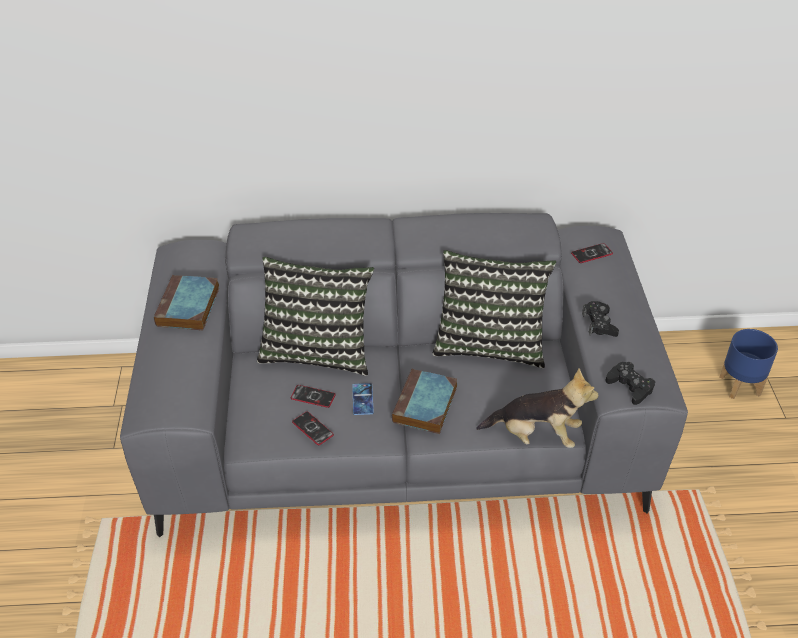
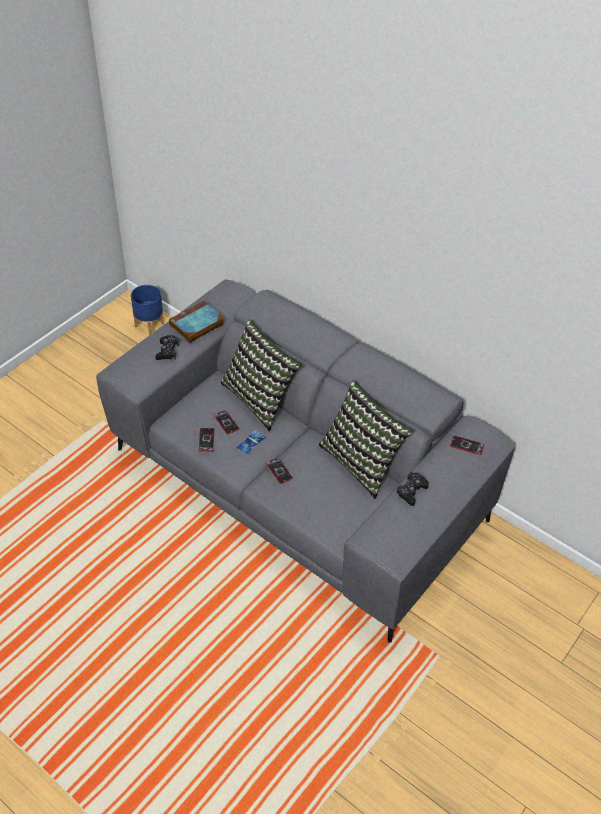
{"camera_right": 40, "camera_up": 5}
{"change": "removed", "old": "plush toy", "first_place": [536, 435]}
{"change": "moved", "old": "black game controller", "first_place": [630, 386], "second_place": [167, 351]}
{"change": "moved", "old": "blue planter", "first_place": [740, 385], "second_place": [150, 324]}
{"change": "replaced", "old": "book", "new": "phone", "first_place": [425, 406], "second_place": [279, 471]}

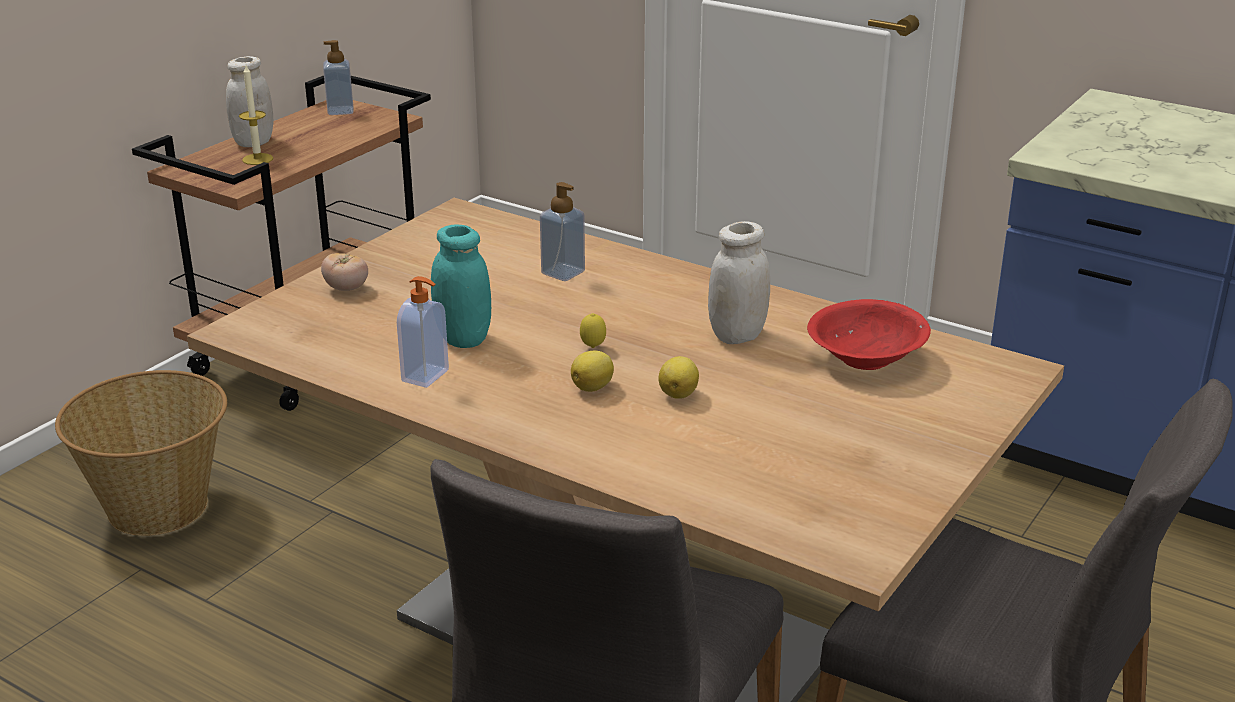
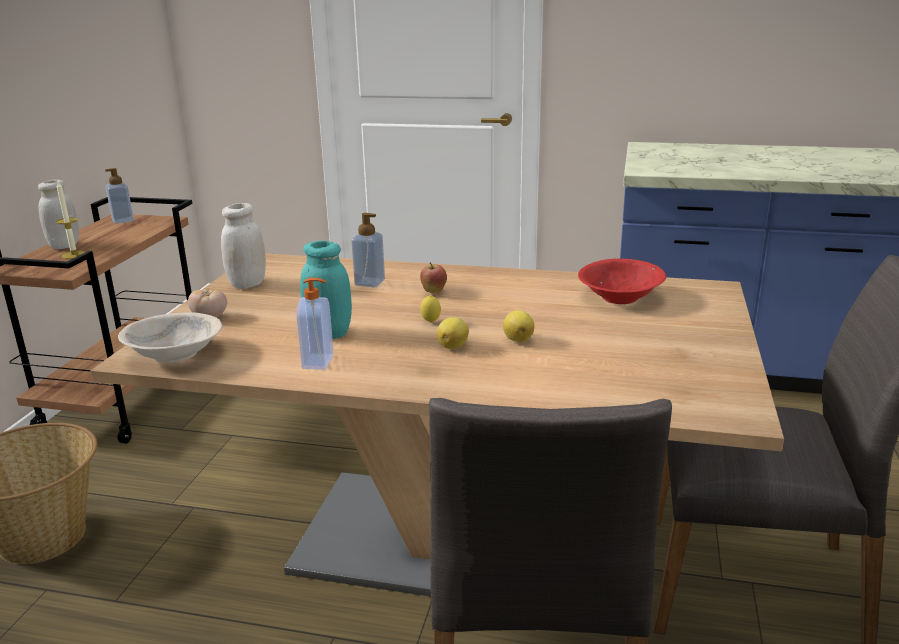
{"camera_right": -20, "camera_up": -5}
{"change": "added", "new": "beige bowl", "second_place": [174, 355]}
{"change": "added", "new": "apple", "second_place": [433, 292]}
{"change": "moved", "old": "white jar", "first_place": [737, 335], "second_place": [247, 284]}

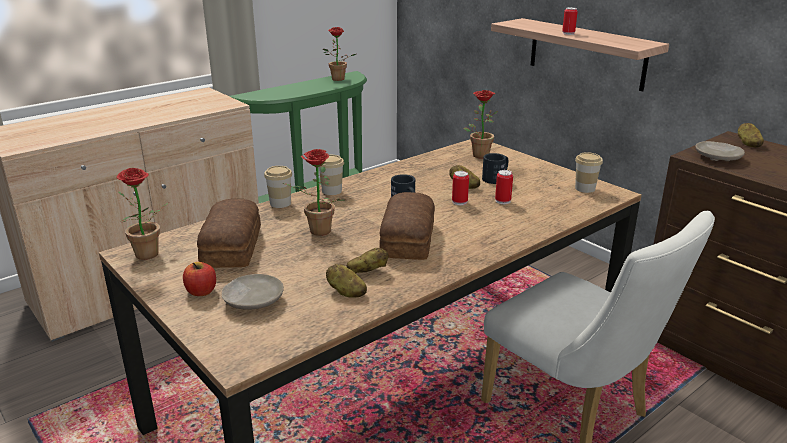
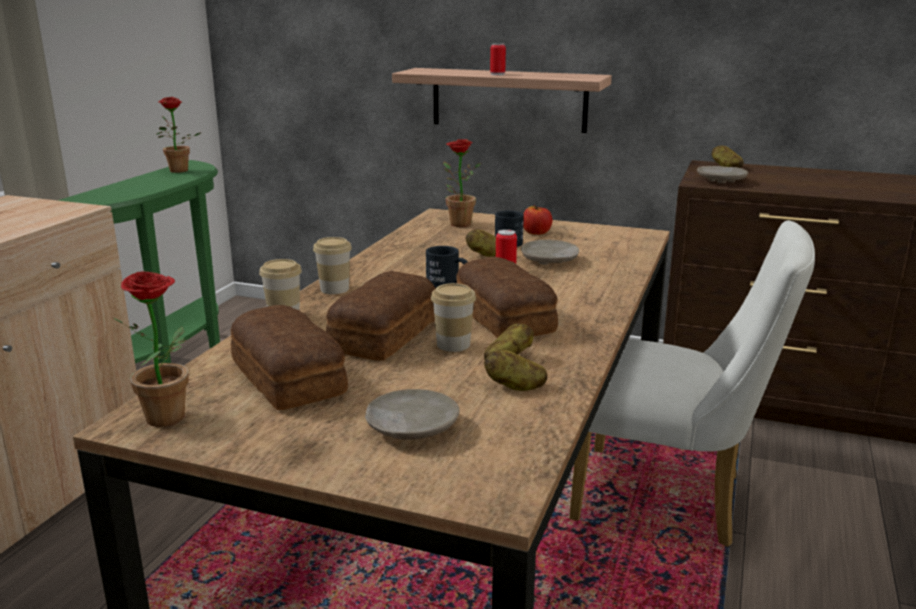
{"camera_right": -30, "camera_up": -5}
{"change": "moved", "old": "apple", "first_place": [201, 291], "second_place": [536, 233]}
{"change": "moved", "old": "cup", "first_place": [585, 188], "second_place": [453, 344]}
{"change": "replaced", "old": "potted plant", "new": "bread", "first_place": [316, 232], "second_place": [381, 335]}
{"change": "replaced", "old": "can", "new": "beige plate", "first_place": [503, 201], "second_place": [549, 261]}

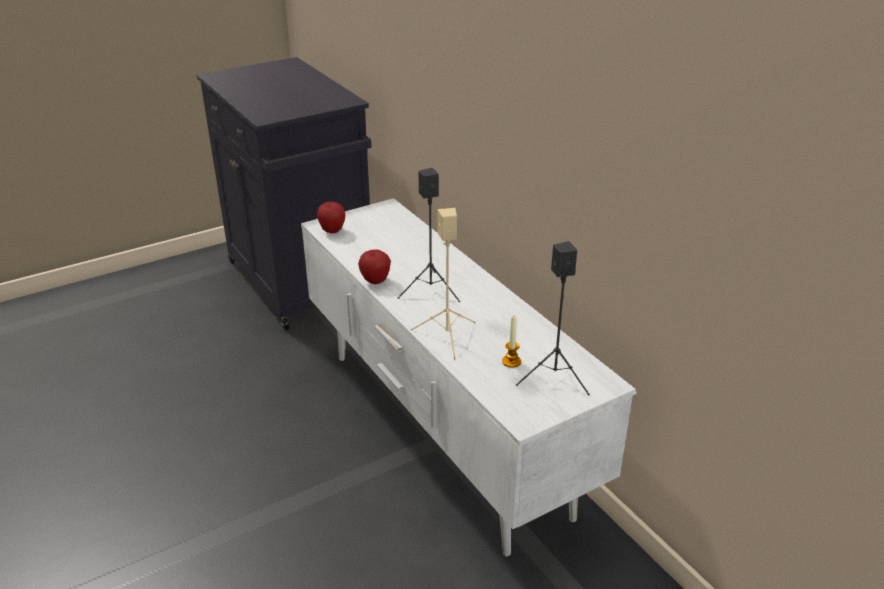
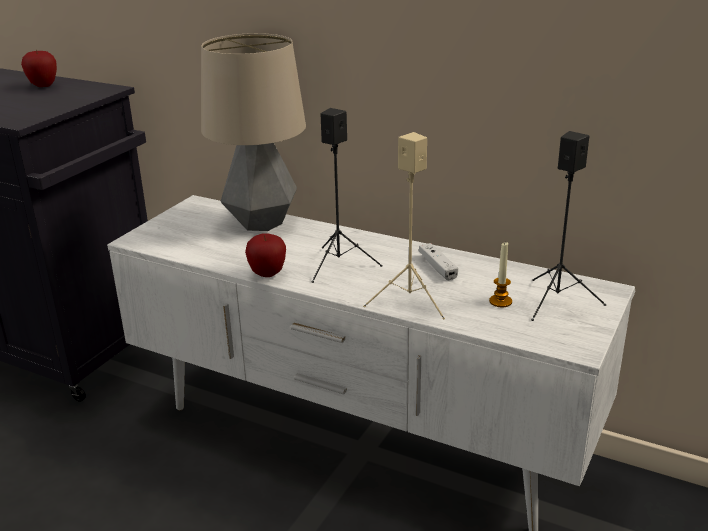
{"camera_right": -30, "camera_up": -5}
{"change": "added", "new": "table lamp", "second_place": [261, 223]}
{"change": "added", "new": "white game controller", "second_place": [437, 267]}
{"change": "moved", "old": "apple", "first_place": [332, 231], "second_place": [43, 86]}

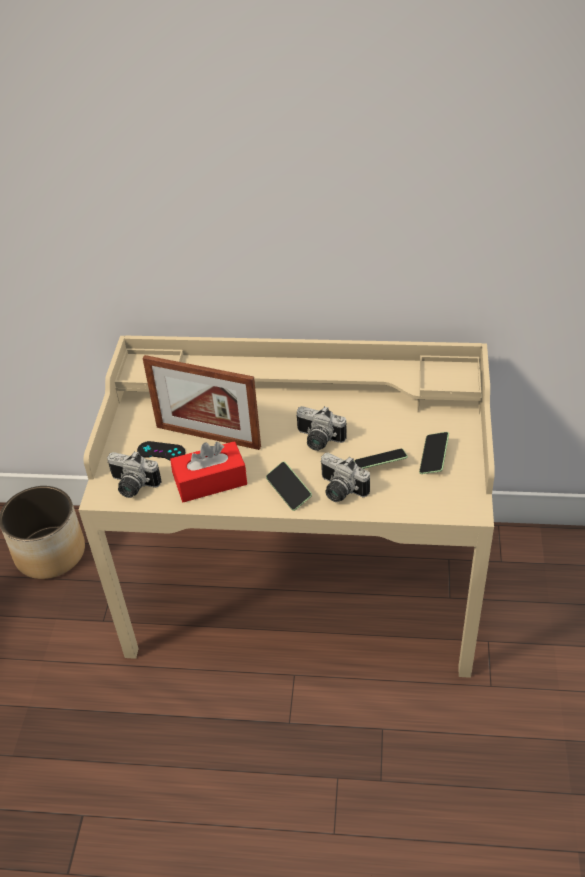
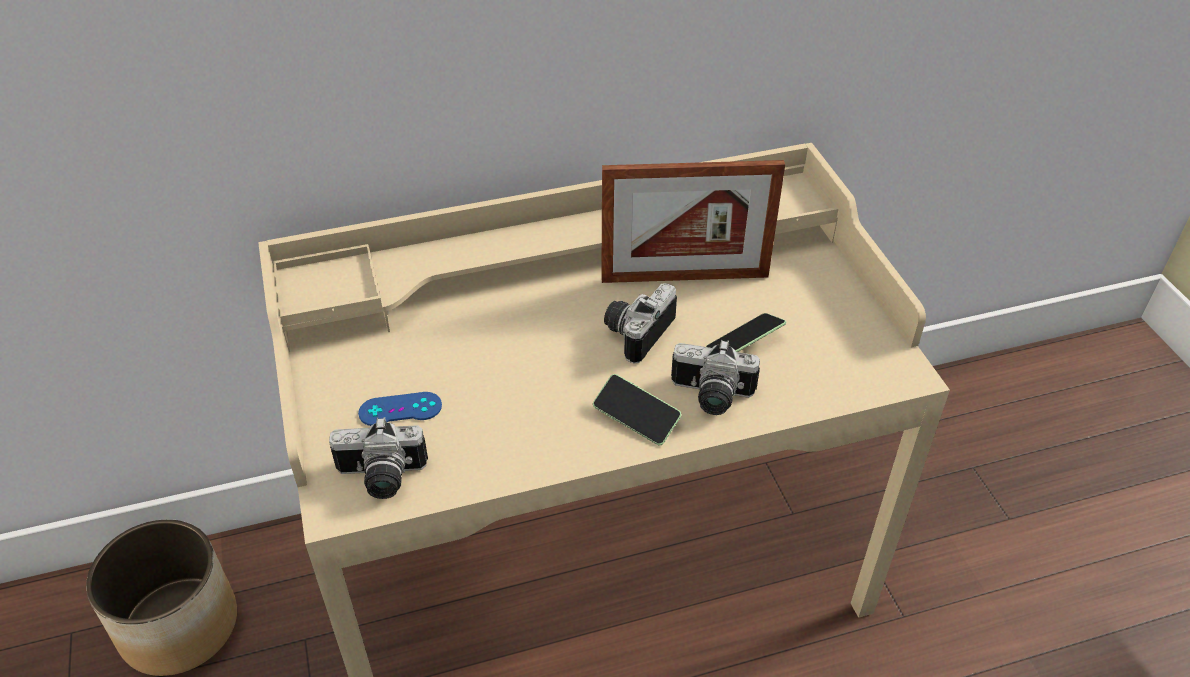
{"camera_right": -25, "camera_up": 0}
{"change": "removed", "old": "red tissue box", "first_place": [210, 481]}
{"change": "removed", "old": "phone", "first_place": [433, 458]}
{"change": "moved", "old": "picture frame", "first_place": [208, 437], "second_place": [684, 277]}
{"change": "recoloured", "old": "black game controller", "new": "blue game controller", "first_place": [161, 451], "second_place": [400, 409]}
{"change": "turned", "old": "photo camera", "first_place": [318, 440], "second_place": [635, 332], "degrees": 120}

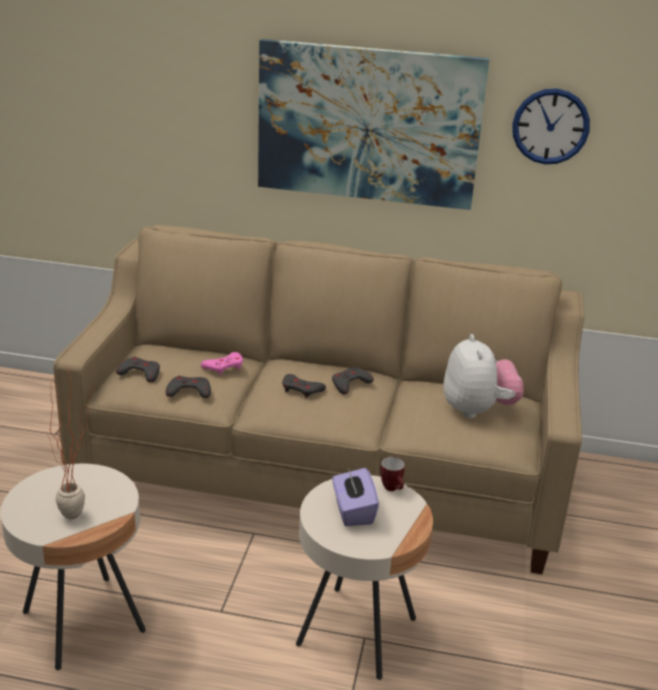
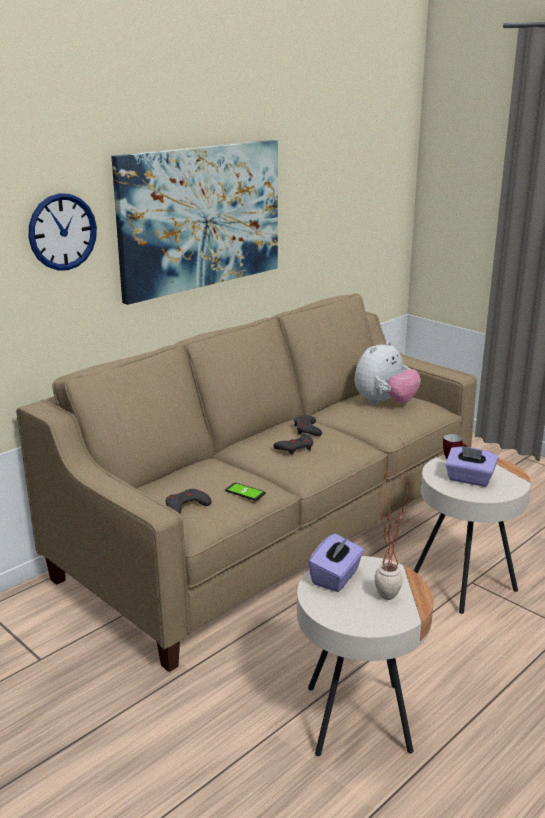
{"camera_right": -55, "camera_up": -5}
{"change": "removed", "old": "pink game controller", "first_place": [224, 367]}
{"change": "added", "new": "purple tissue box", "second_place": [336, 577]}
{"change": "moved", "old": "wall clock", "first_place": [550, 126], "second_place": [62, 232]}
{"change": "replaced", "old": "grey game controller", "new": "phone", "first_place": [189, 391], "second_place": [245, 492]}
{"change": "turned", "old": "plush toy", "first_place": [477, 410], "second_place": [384, 403], "degrees": 105}

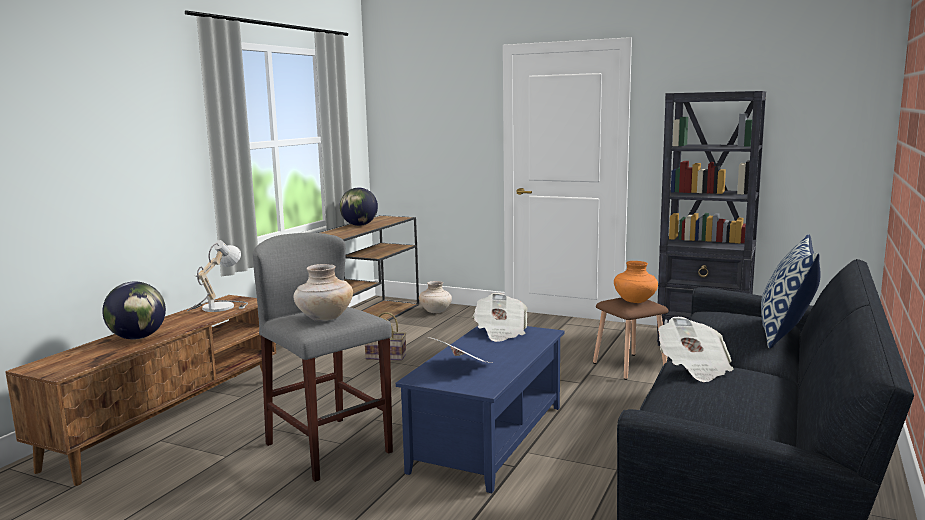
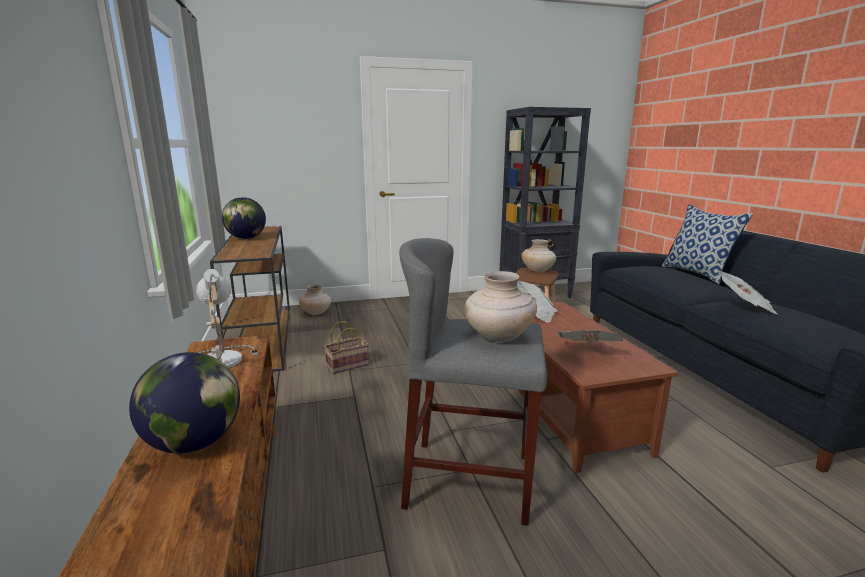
{"camera_right": -40, "camera_up": 5}
{"change": "recoloured", "old": "blue coffee table", "new": "brown coffee table", "first_place": [490, 438], "second_place": [565, 409]}
{"change": "recoloured", "old": "orange vase", "new": "beige vase", "first_place": [635, 301], "second_place": [538, 270]}

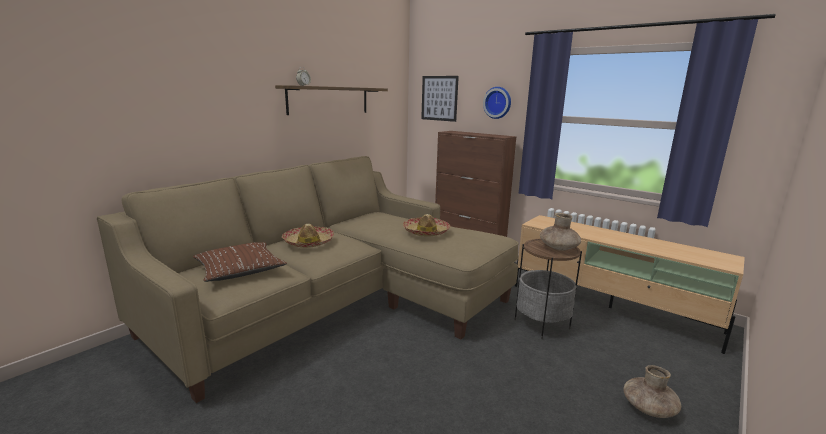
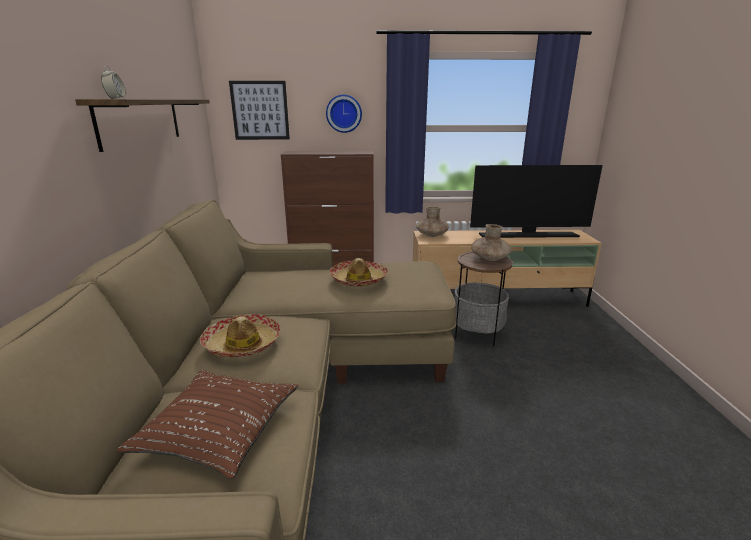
{"camera_right": -40, "camera_up": 5}
{"change": "added", "new": "television", "second_place": [528, 235]}
{"change": "moved", "old": "brown vase", "first_place": [648, 408], "second_place": [431, 235]}

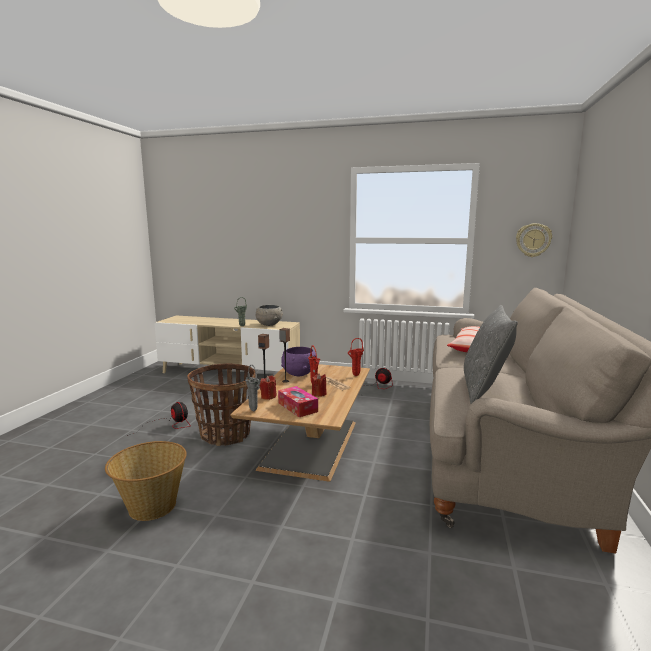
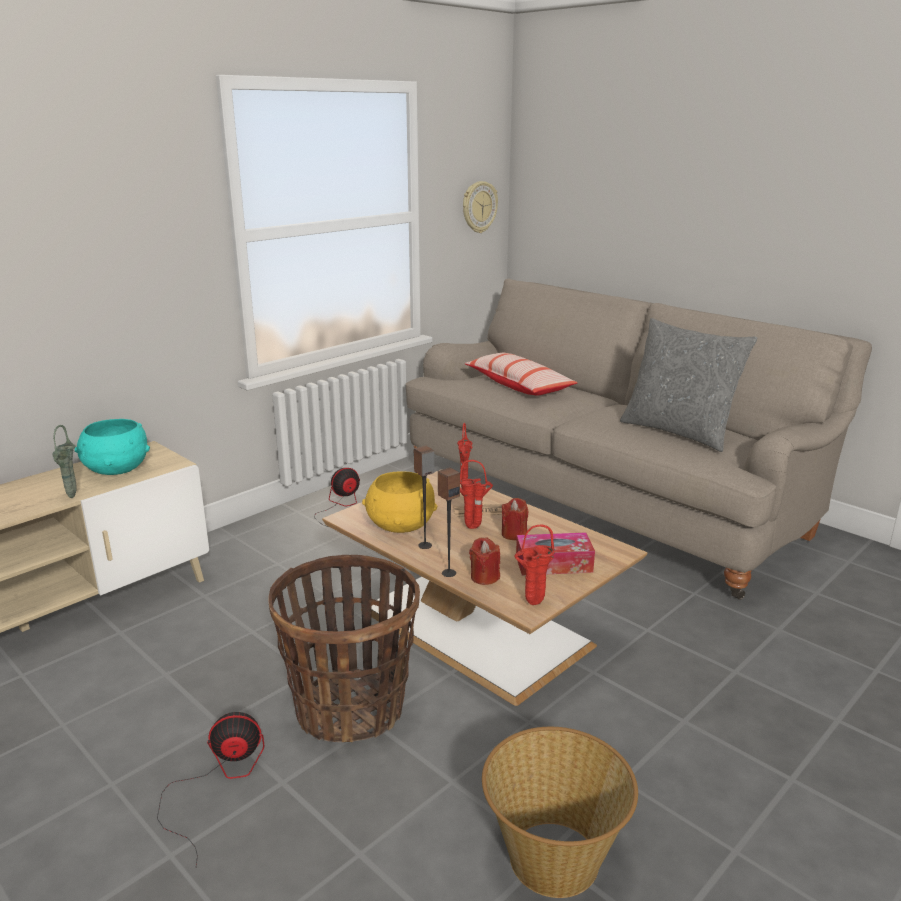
{"camera_right": -60, "camera_up": 10}
{"change": "recoloured", "old": "grey vase", "new": "red vase", "first_place": [252, 410], "second_place": [532, 604]}
{"change": "recoloured", "old": "grey bowl", "new": "turquoise bowl", "first_place": [269, 324], "second_place": [117, 469]}
{"change": "recoloured", "old": "purple bowl", "new": "yellow bowl", "first_place": [299, 373], "second_place": [401, 525]}

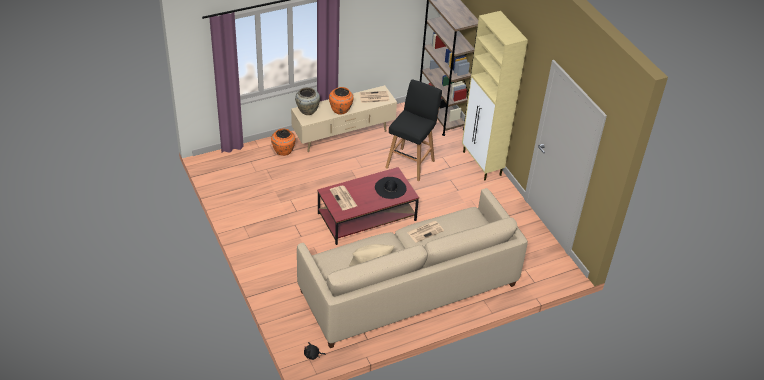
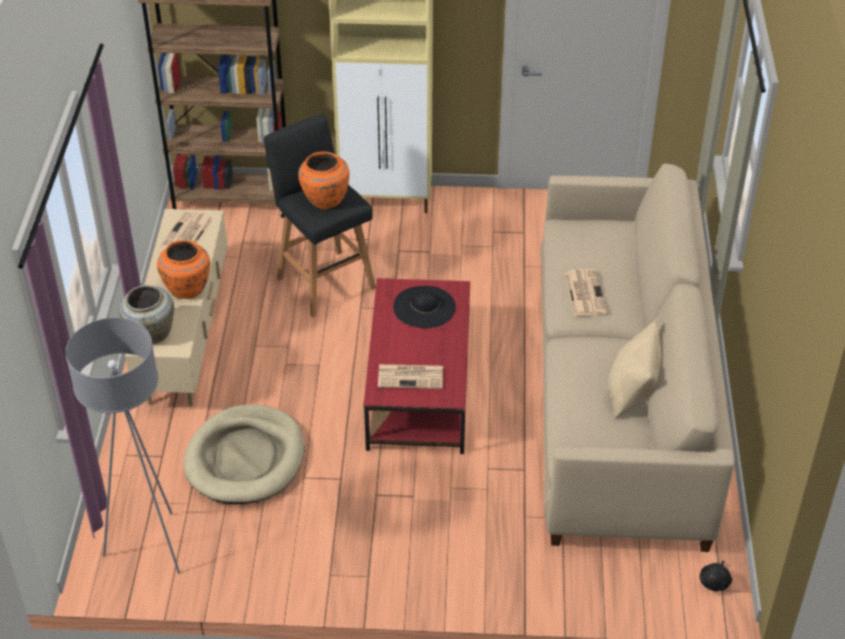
{"camera_right": -60, "camera_up": 0}
{"change": "added", "new": "grey floor lamp", "second_place": [150, 546]}
{"change": "added", "new": "beige dog bed", "second_place": [245, 458]}
{"change": "moved", "old": "orange vase", "first_place": [284, 151], "second_place": [325, 199]}

